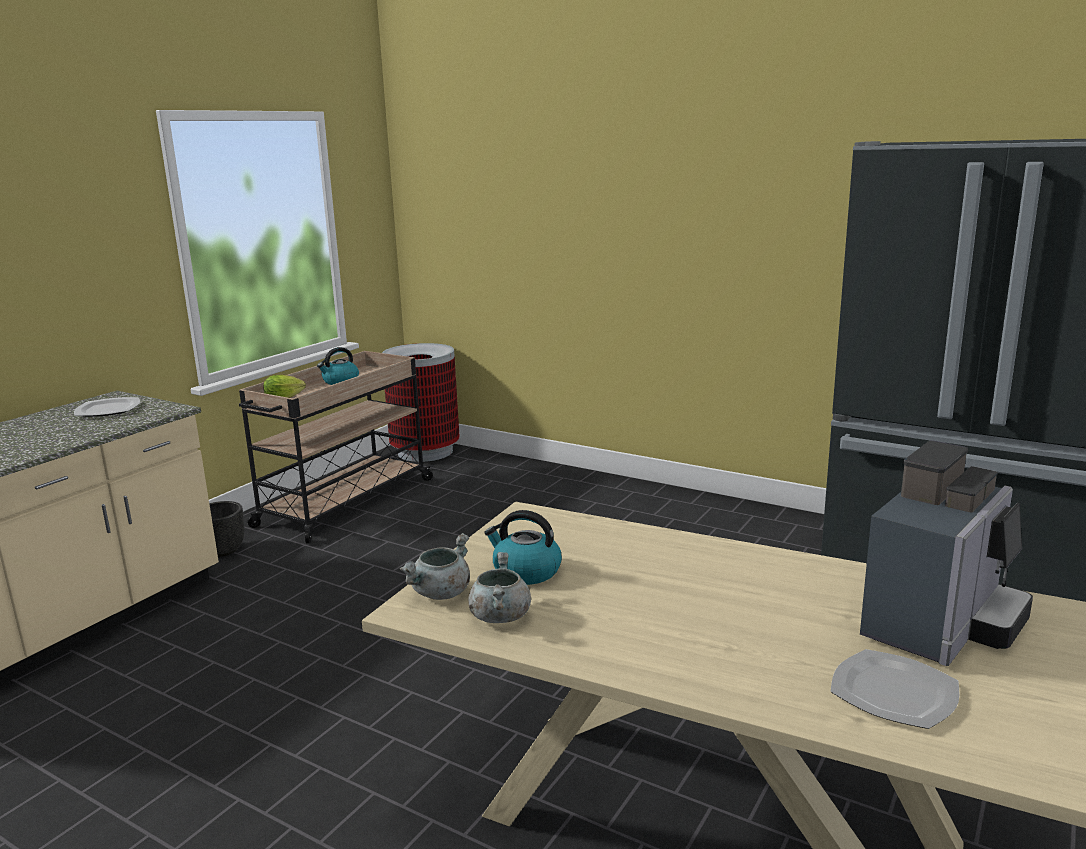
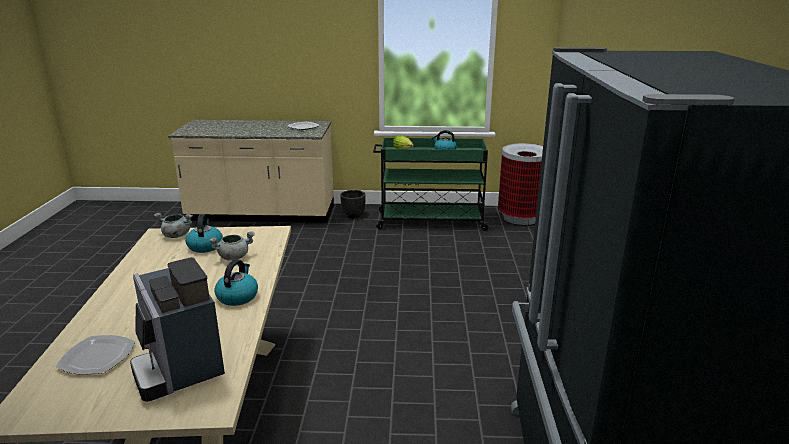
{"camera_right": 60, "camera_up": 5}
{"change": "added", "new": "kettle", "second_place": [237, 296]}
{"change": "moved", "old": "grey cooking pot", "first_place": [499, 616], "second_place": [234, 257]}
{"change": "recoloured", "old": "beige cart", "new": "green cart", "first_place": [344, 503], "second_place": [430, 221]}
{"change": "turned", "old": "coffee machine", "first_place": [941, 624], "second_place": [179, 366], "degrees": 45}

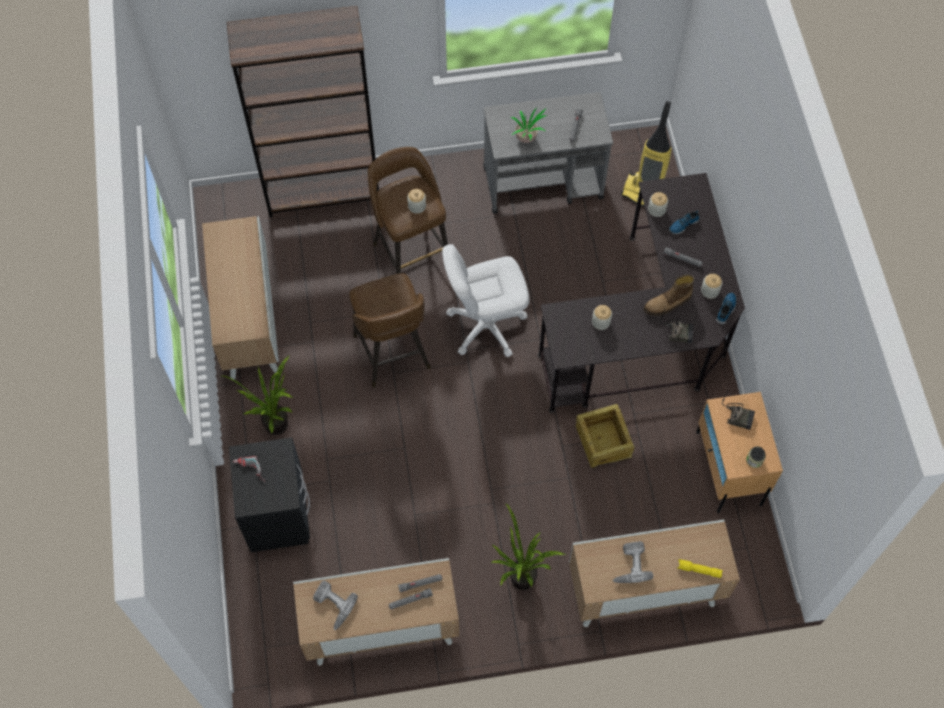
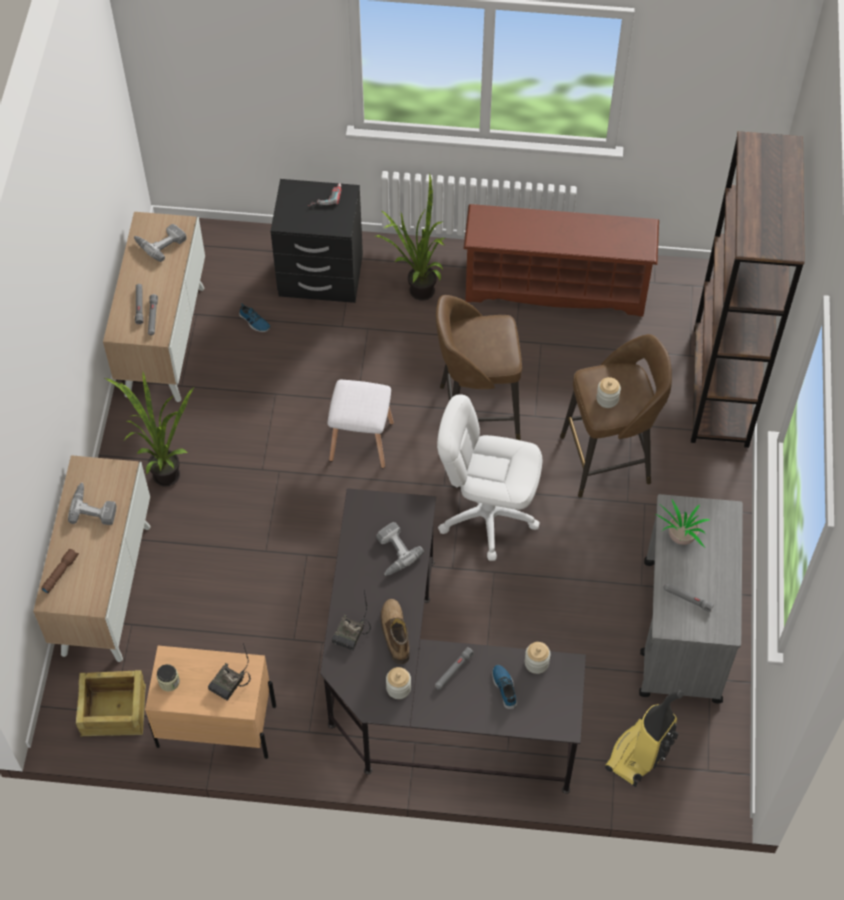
{"camera_right": 105, "camera_up": -5}
{"change": "added", "new": "white stool", "second_place": [360, 441]}
{"change": "moved", "old": "crate", "first_place": [603, 441], "second_place": [114, 711]}
{"change": "moved", "old": "shoe", "first_place": [726, 309], "second_place": [254, 322]}
{"change": "replaced", "old": "cabinet", "new": "brown shoe rack", "first_place": [248, 322], "second_place": [556, 287]}
{"change": "replaced", "old": "jar", "new": "power drill", "first_place": [601, 322], "second_place": [392, 552]}
{"change": "recoloured", "old": "yellow flashlight", "new": "brown flashlight", "first_place": [698, 570], "second_place": [60, 572]}
{"change": "turned", "old": "white office chair", "first_place": [486, 325], "second_place": [487, 515], "degrees": -75}

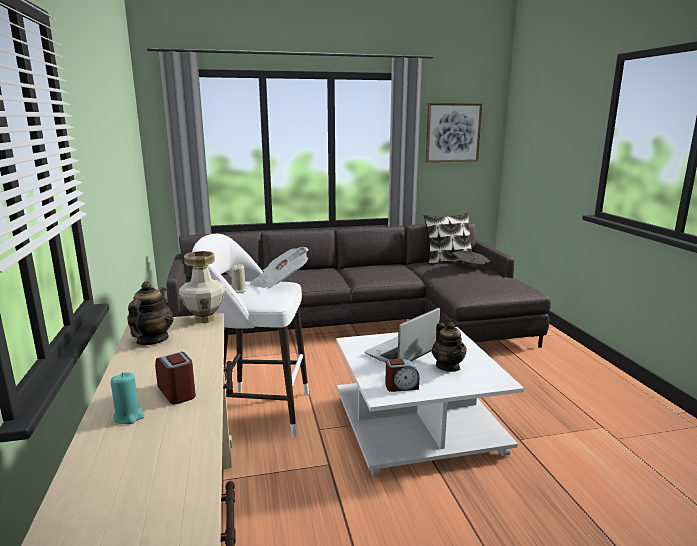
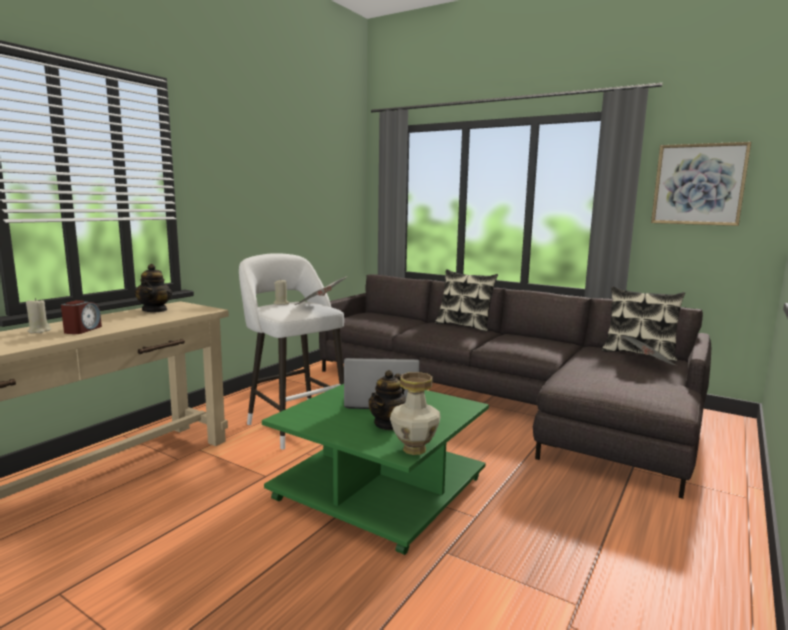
{"camera_right": 45, "camera_up": -5}
{"change": "removed", "old": "alarm clock", "first_place": [401, 386]}
{"change": "added", "new": "pillow", "second_place": [464, 326]}
{"change": "moved", "old": "vase", "first_place": [205, 319], "second_place": [415, 449]}
{"change": "recoloured", "old": "turquoise candle", "new": "beige candle", "first_place": [129, 417], "second_place": [39, 331]}
{"change": "recoloured", "old": "white coffee table", "new": "green coffee table", "first_place": [418, 424], "second_place": [382, 488]}
{"change": "turned", "old": "teapot", "first_place": [152, 340], "second_place": [155, 310], "degrees": 120}

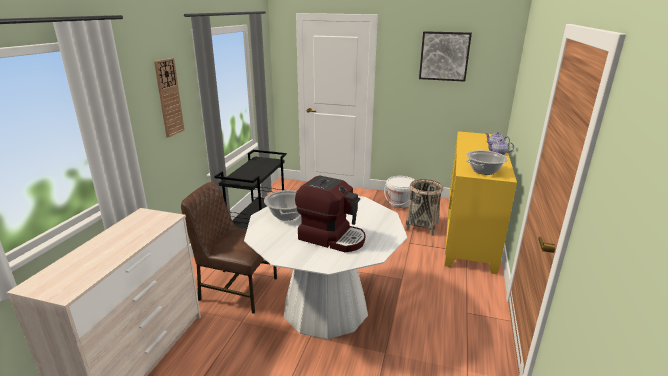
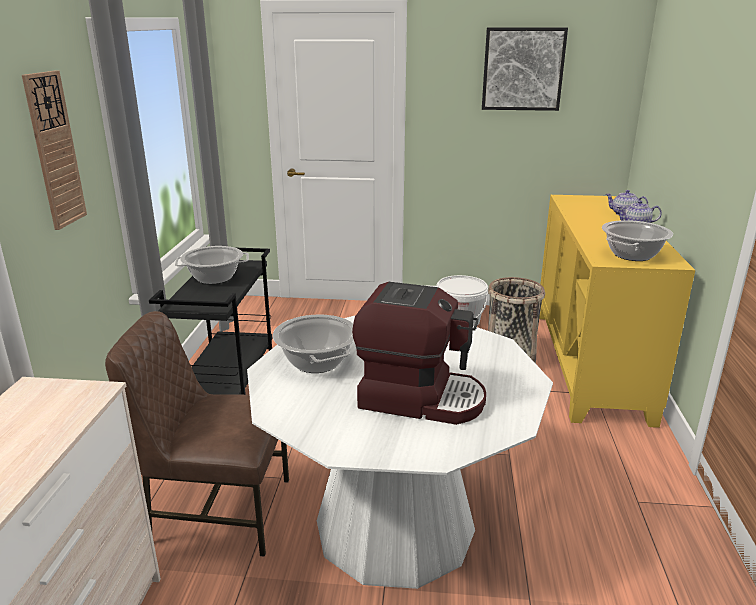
{"camera_right": -10, "camera_up": 0}
{"change": "added", "new": "cooking pot", "second_place": [214, 278]}

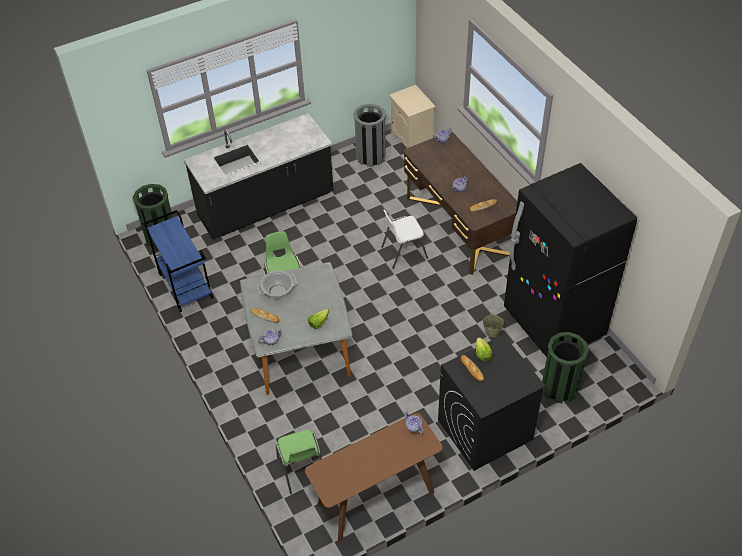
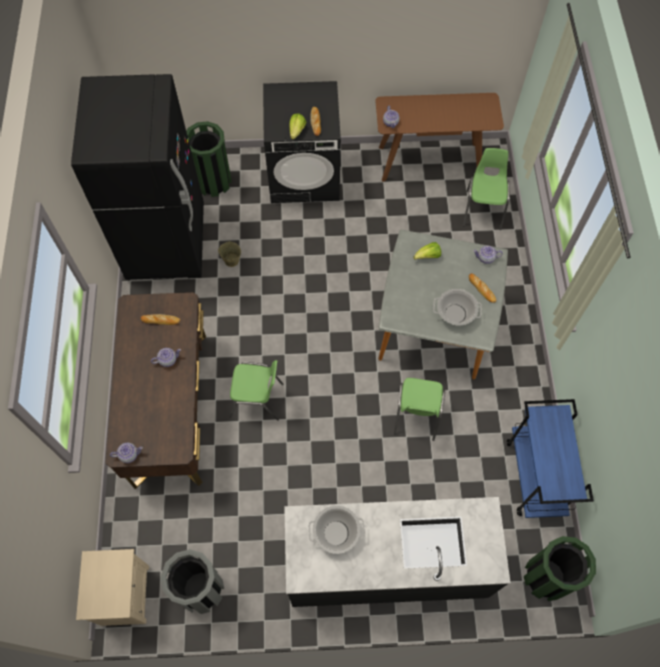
{"camera_right": -155, "camera_up": 15}
{"change": "added", "new": "cooking pot", "second_place": [336, 533]}
{"change": "recoloured", "old": "white chair", "new": "green chair", "first_place": [403, 253], "second_place": [257, 400]}

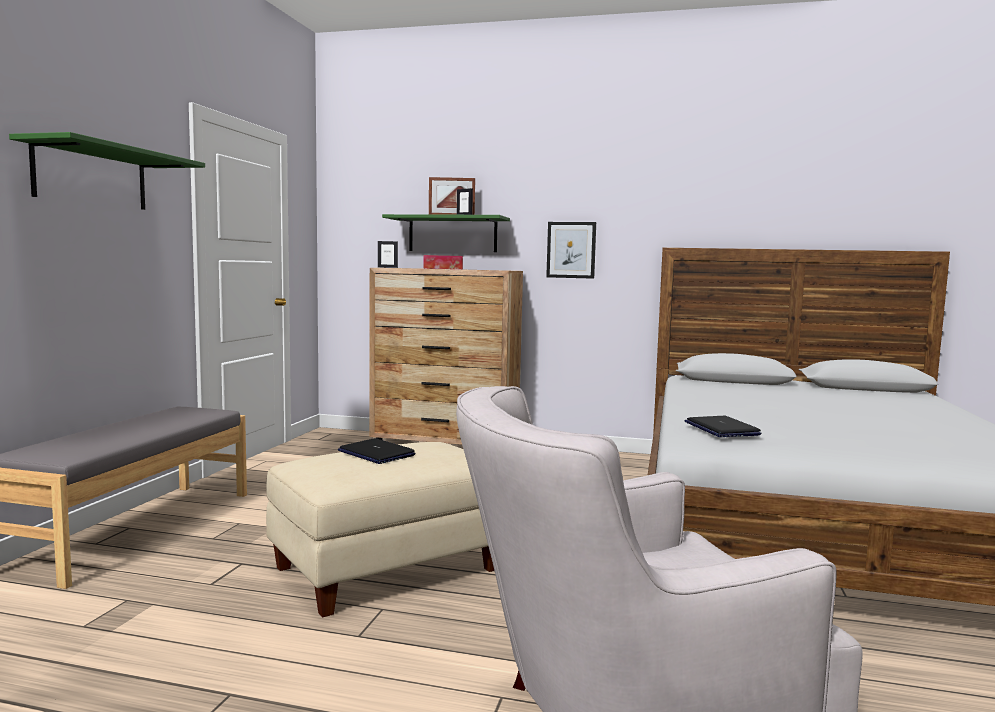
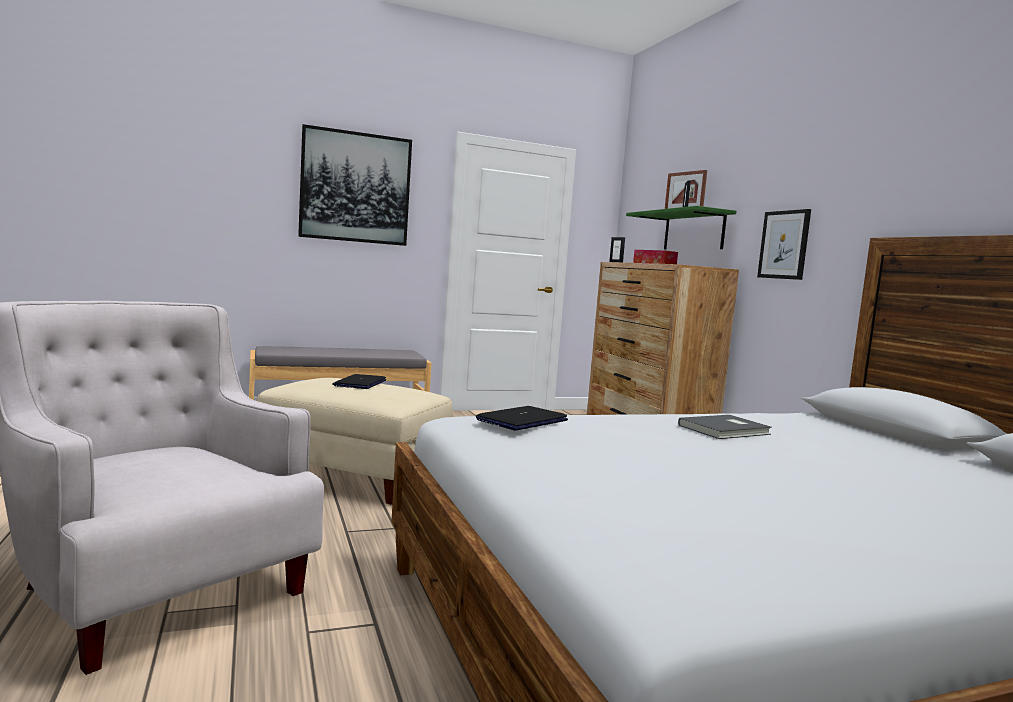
{"camera_right": 55, "camera_up": 0}
{"change": "added", "new": "grey book", "second_place": [726, 430]}
{"change": "replaced", "old": "green shelf", "new": "picture", "first_place": [91, 177], "second_place": [355, 187]}

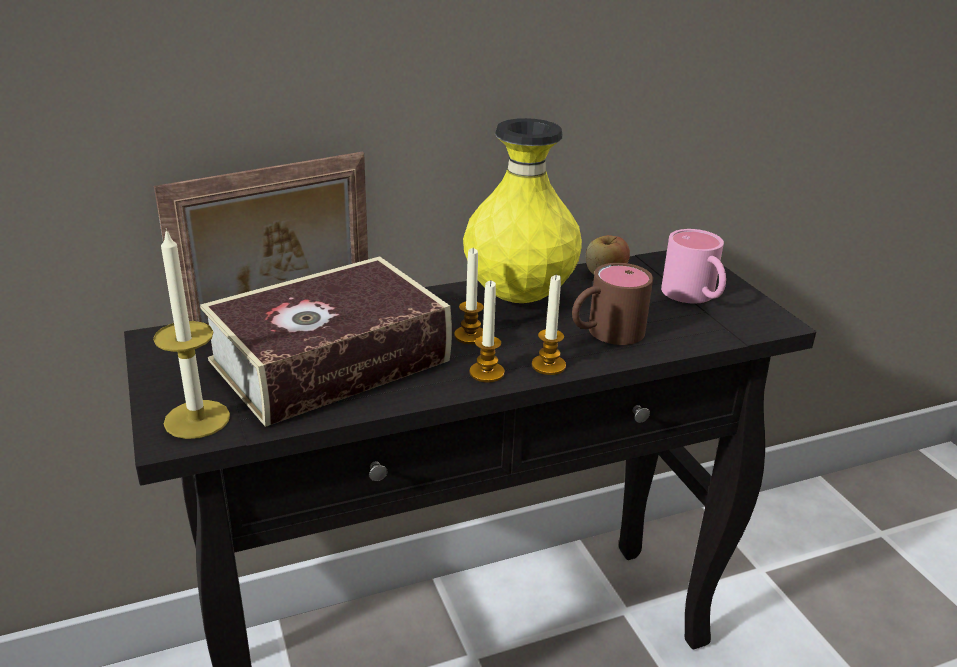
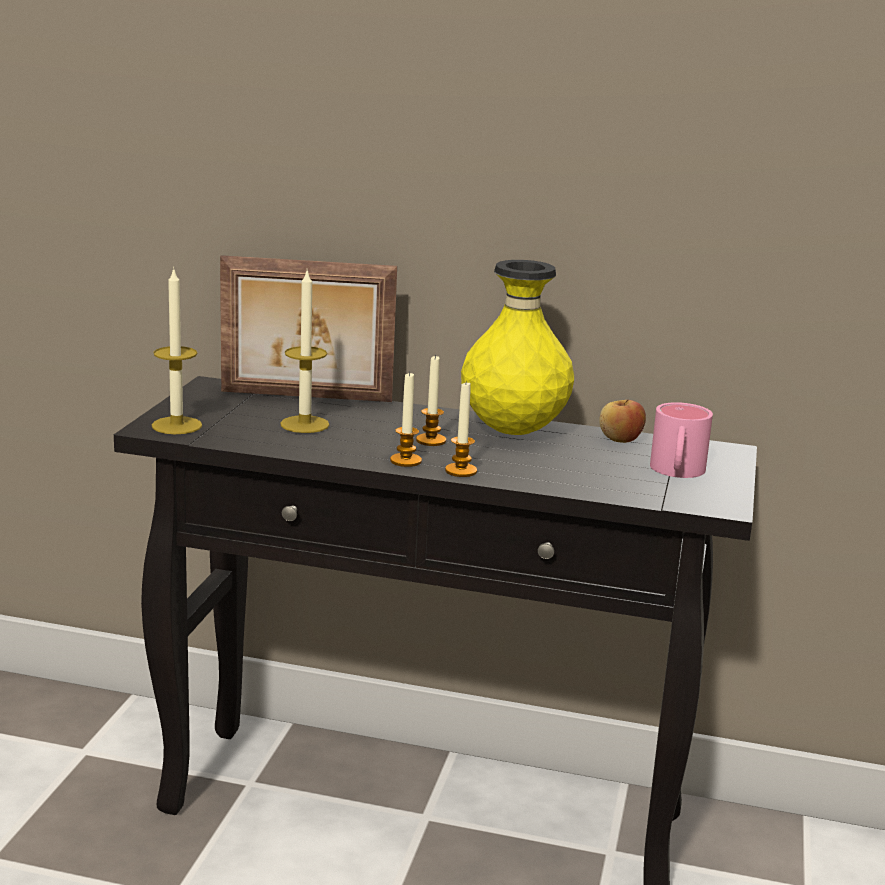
{"camera_right": 35, "camera_up": -10}
{"change": "removed", "old": "brown mug", "first_place": [605, 333]}
{"change": "replaced", "old": "book", "new": "candle", "first_place": [330, 361], "second_place": [304, 424]}

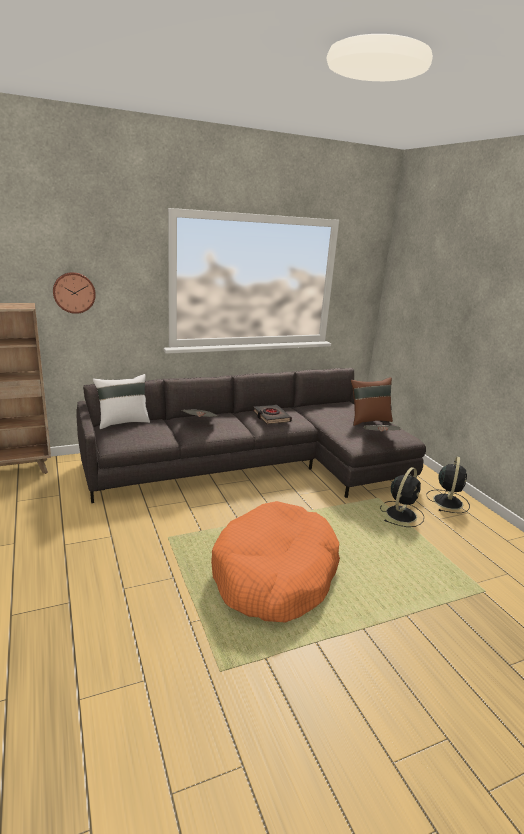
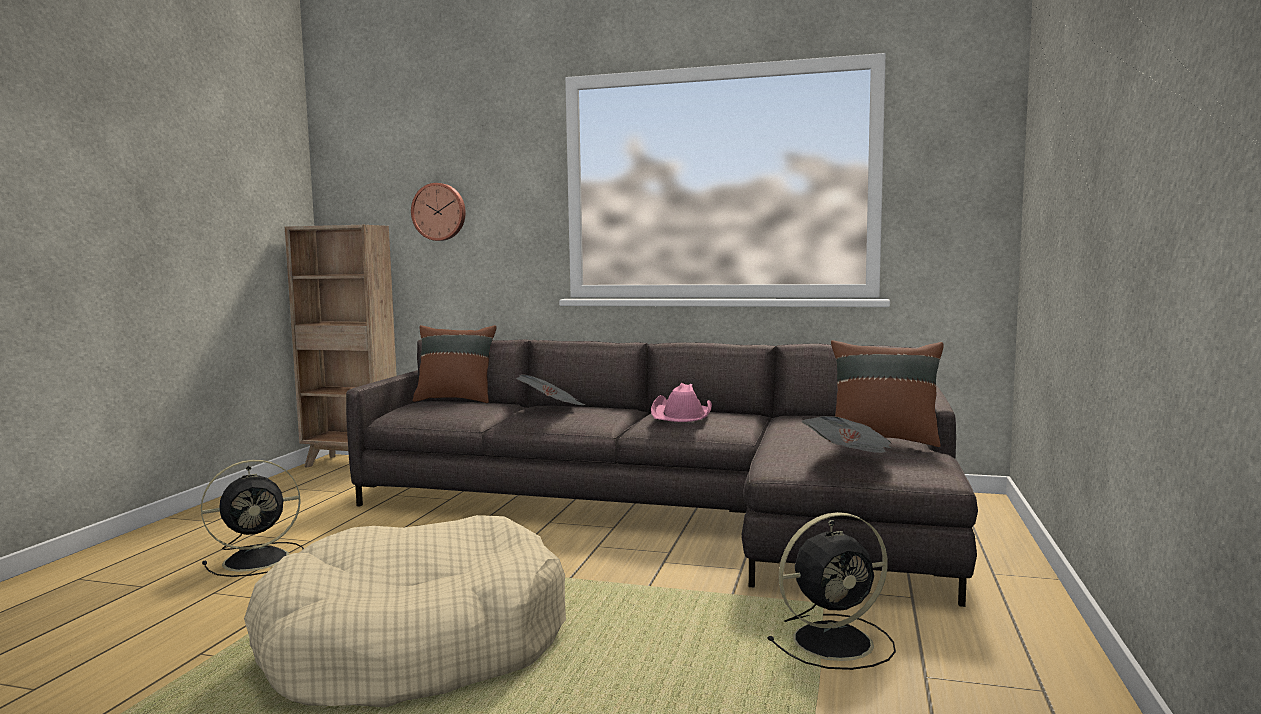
{"camera_right": 40, "camera_up": -15}
{"change": "moved", "old": "black fan", "first_place": [447, 501], "second_place": [259, 559]}
{"change": "replaced", "old": "black book", "new": "pink hat", "first_place": [271, 417], "second_place": [682, 415]}
{"change": "recoloured", "old": "white pillow", "new": "brown pillow", "first_place": [123, 422], "second_place": [456, 399]}
{"change": "recoloured", "old": "orange dog bed", "new": "beige dog bed", "first_place": [274, 574], "second_place": [415, 644]}

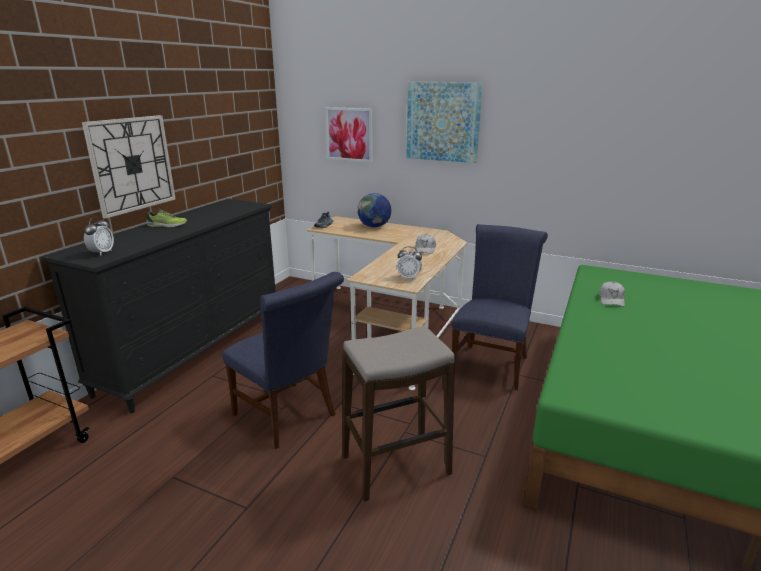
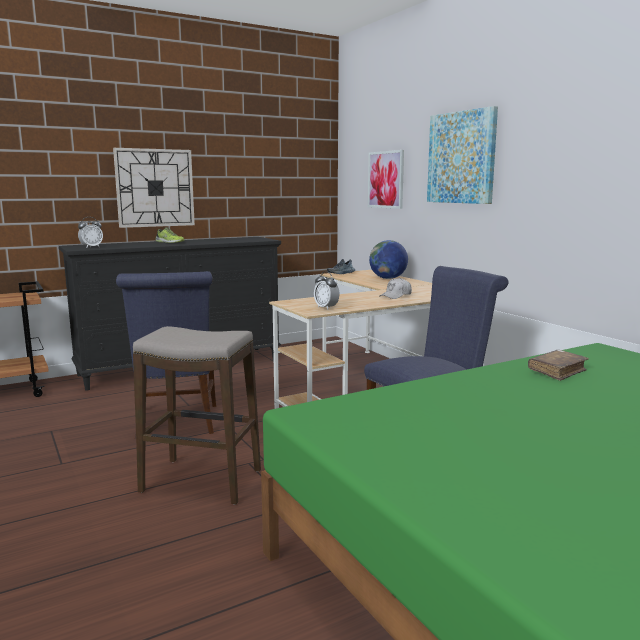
{"camera_right": 35, "camera_up": -10}
{"change": "replaced", "old": "white cap", "new": "brown book", "first_place": [611, 299], "second_place": [557, 371]}

